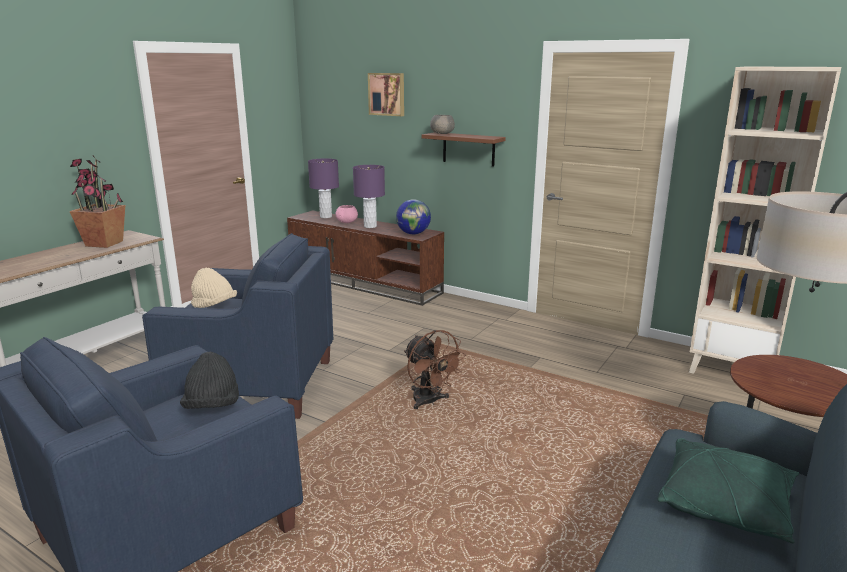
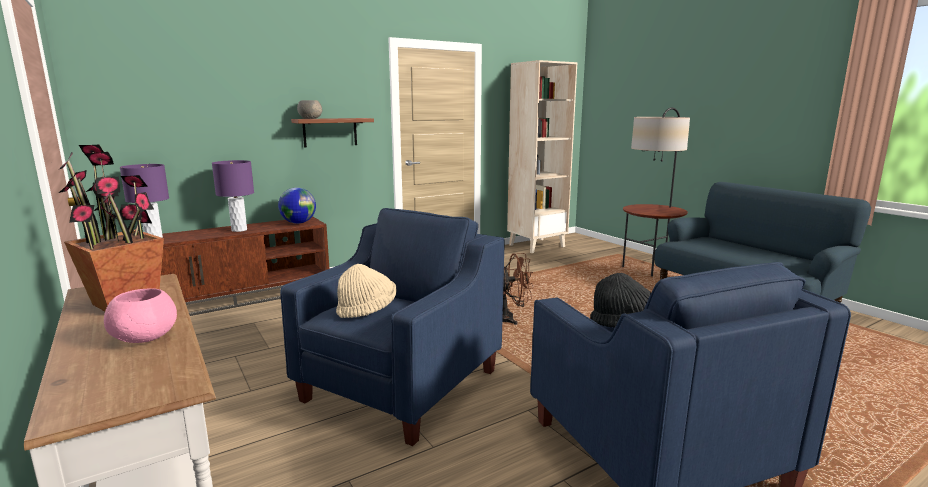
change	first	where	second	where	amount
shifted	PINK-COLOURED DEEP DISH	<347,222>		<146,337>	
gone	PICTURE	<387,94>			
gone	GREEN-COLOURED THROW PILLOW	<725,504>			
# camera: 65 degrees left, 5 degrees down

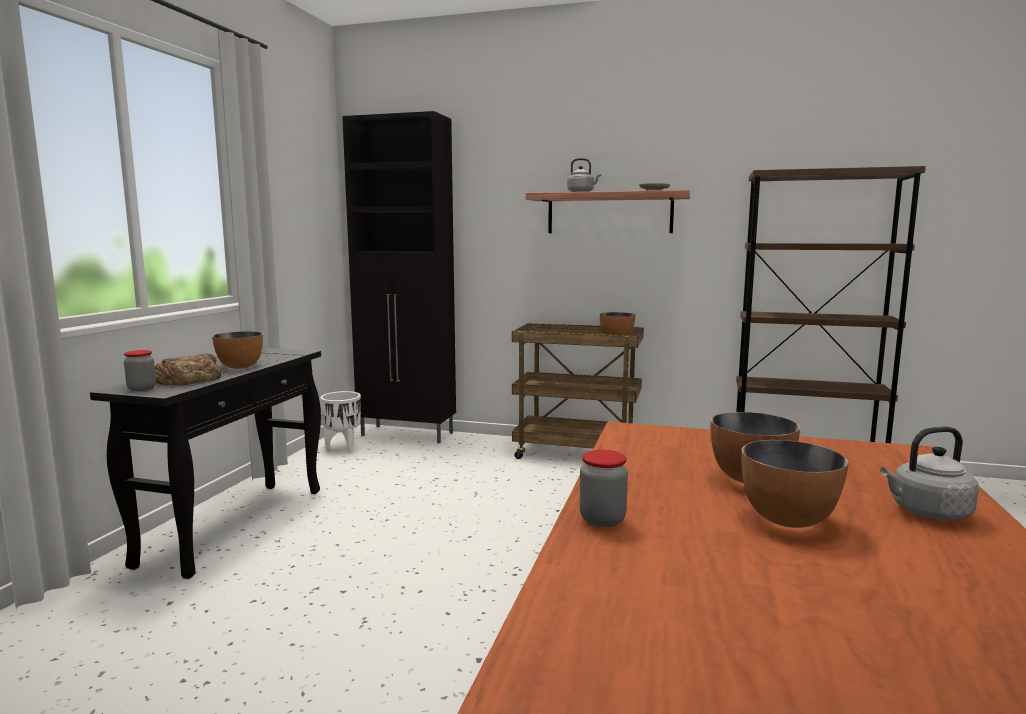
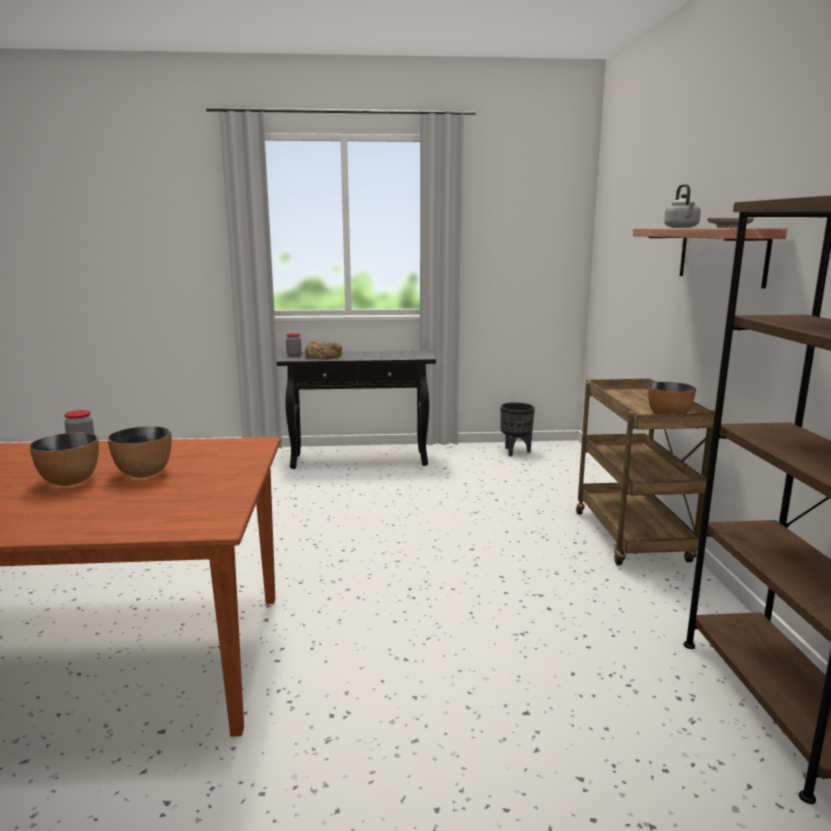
change	first	where	second	where	amount
gone	DEEP DISH	<240,367>			
repainted	WHITE PLANTER	<343,448>	BLACK PLANTER	<515,452>	
gone	BLACK CUPBOARD	<408,434>			
gone	GREYISH WATER KETTLE	<927,513>			
# camera: 70 degrees right, 5 degrees up

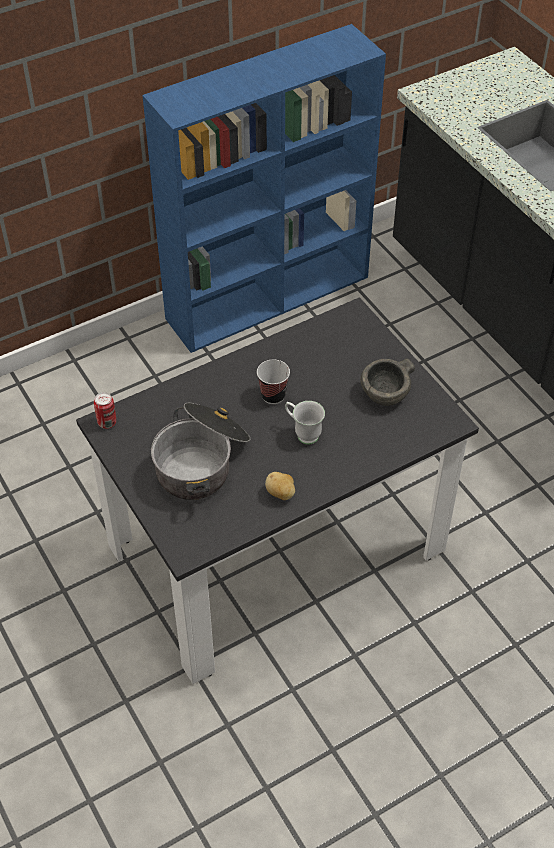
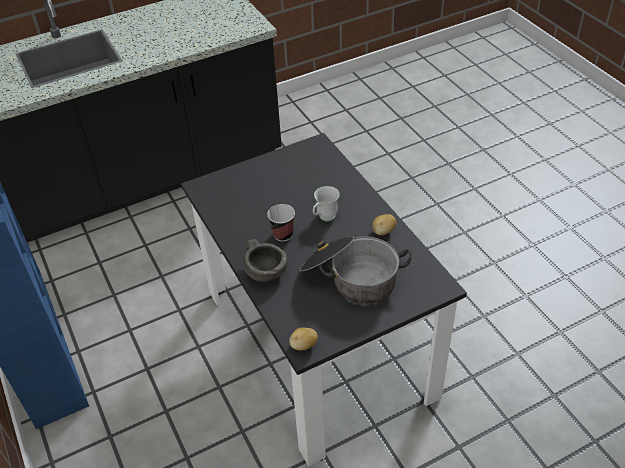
change	first	where	second	where	amount
swapped	CAN	<107,422>	POTATO	<303,346>	
shifted	GREYISH DEEP DISH	<385,394>		<266,272>	
# camera: 85 degrees left, 5 degrees down

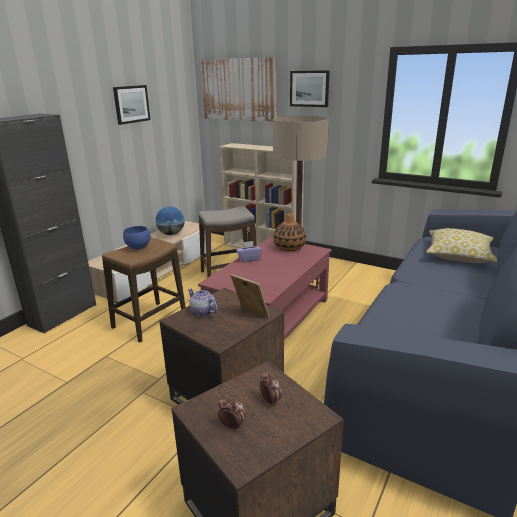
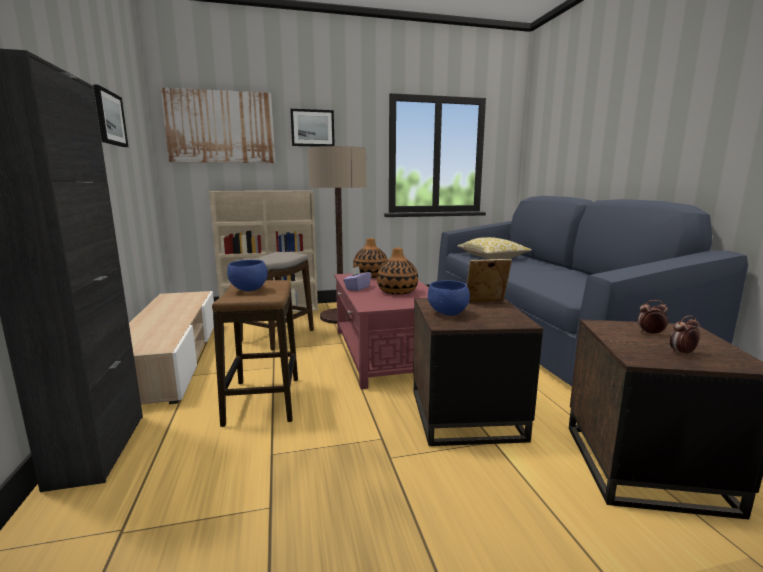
change	first	where	second	where	amount
gone	DESK GLOBE	<171,234>			
swapped	TEA POT	<203,312>	BLUISH DEEP DISH	<448,313>	
new			VASE	<397,292>	
# camera: 45 degrees left, 10 degrees down

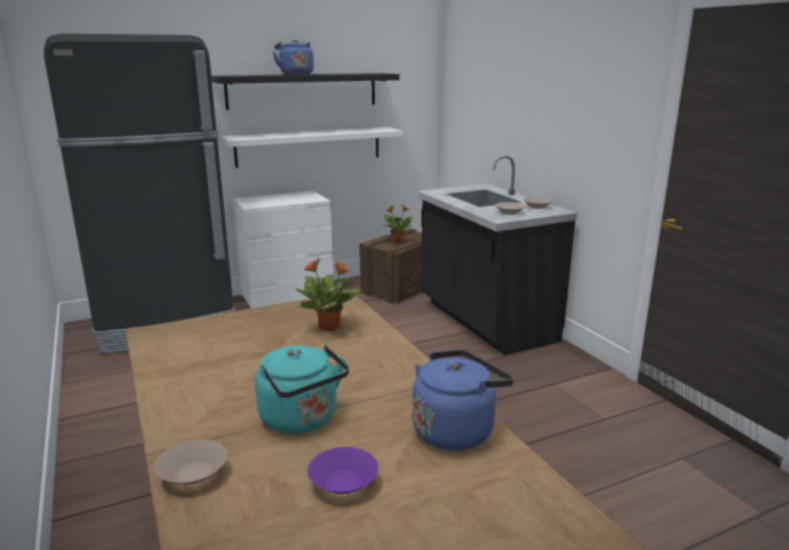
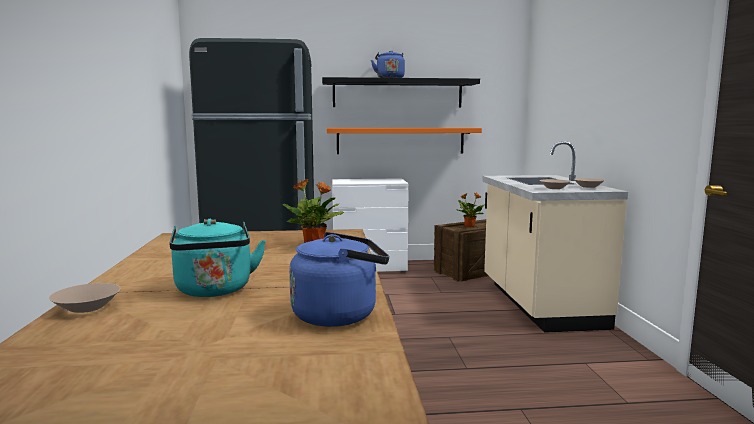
change	first	where	second	where	amount
repainted	WHITE BRACKET SHELF	<309,146>	ORANGE BRACKET SHELF	<400,140>	
gone	PURPLISH DEEP DISH	<343,484>			
repainted	BLACK KITCHEN BASE UNIT	<484,322>	SAND-COLOURED KITCHEN BASE UNIT	<539,304>	
# camera: 20 degrees right, 10 degrees down

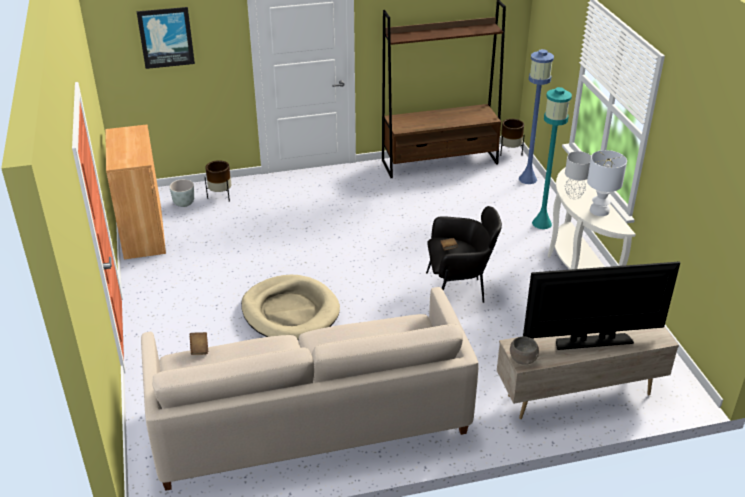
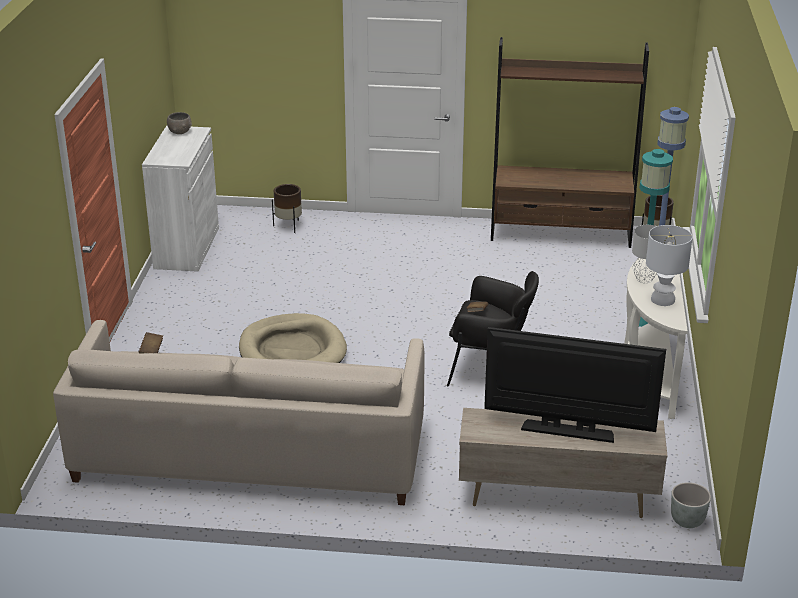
change	first	where	second	where	amount
repainted	BROWNISH CUPBOARD	<143,233>	WHITE CUPBOARD	<186,248>	
gone	PICTURE	<166,37>			
shifted	GREYISH PLANTER	<183,203>		<687,520>	
shifted	GREYISH DEEP DISH	<523,359>		<180,132>	
# camera: 20 degrees right, 5 degrees down

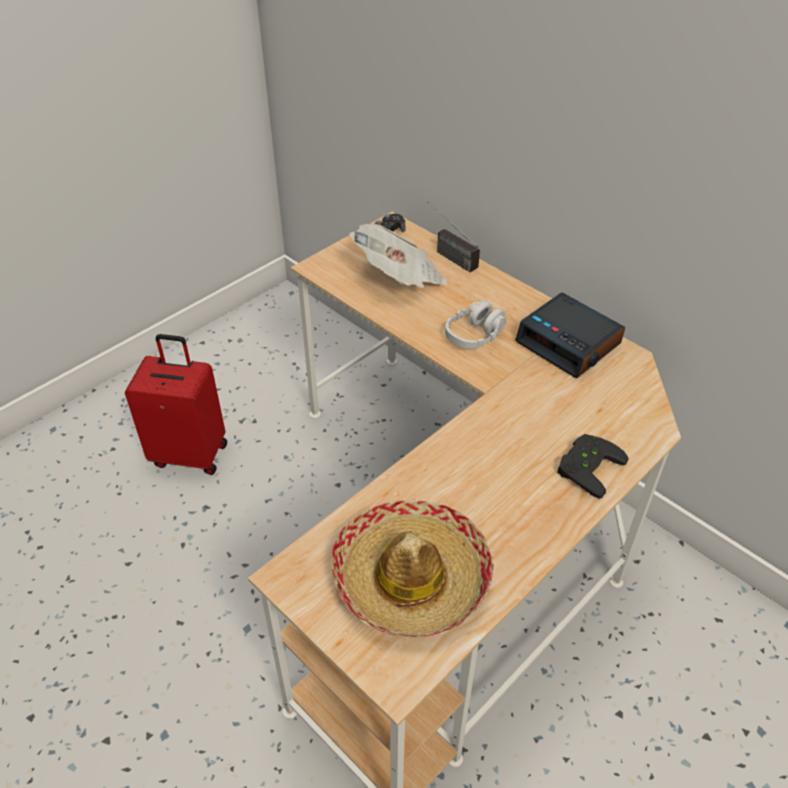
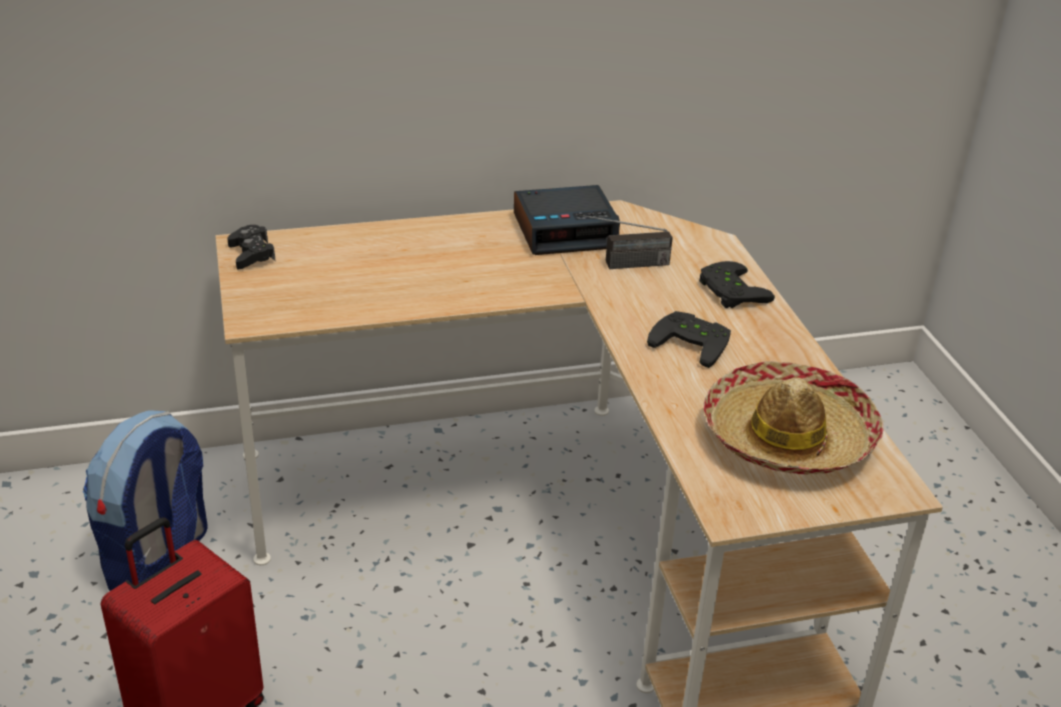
change	first	where	second	where	amount
gone	NEWSPAPER	<400,278>			
shifted	RADIO	<447,255>		<621,265>	
gone	GREYISH PAIR OF HEADPHONES	<474,335>			
new			BACKPACK	<158,558>	
new			BLACK GAME CONTROLLER	<693,342>	
# camera: 60 degrees left, 10 degrees down

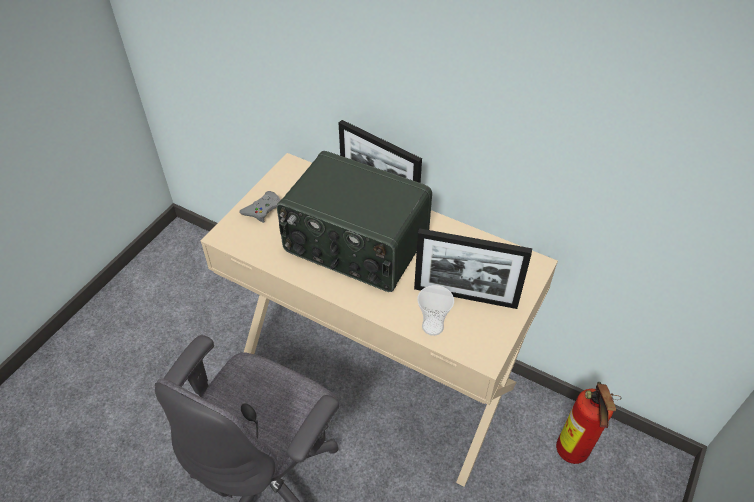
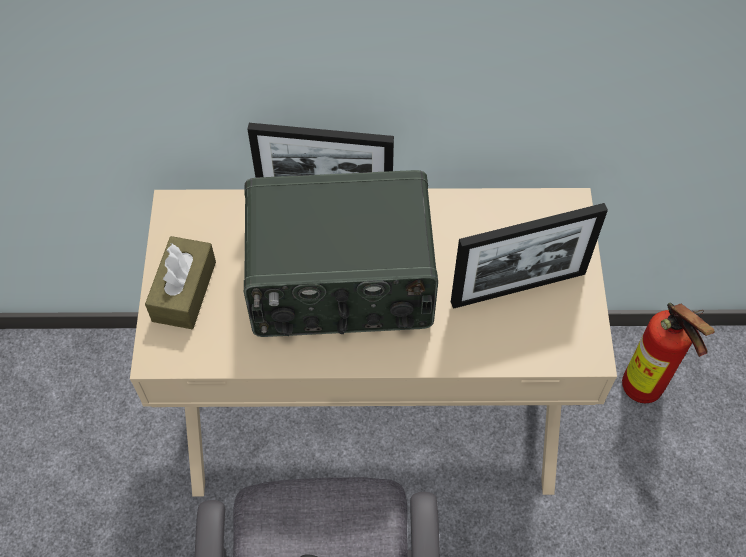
change	first	where	second	where	amount
swapped	GREYISH GAME CONTROLLER	<263,209>	BROWNISH BOX OF TISSUES	<184,291>	
gone	SMALL CUP	<432,326>			
# camera: 30 degrees left, 10 degrees up

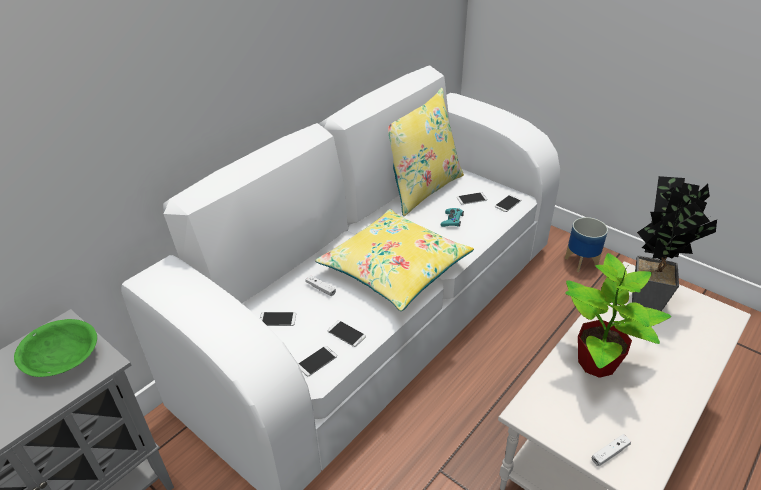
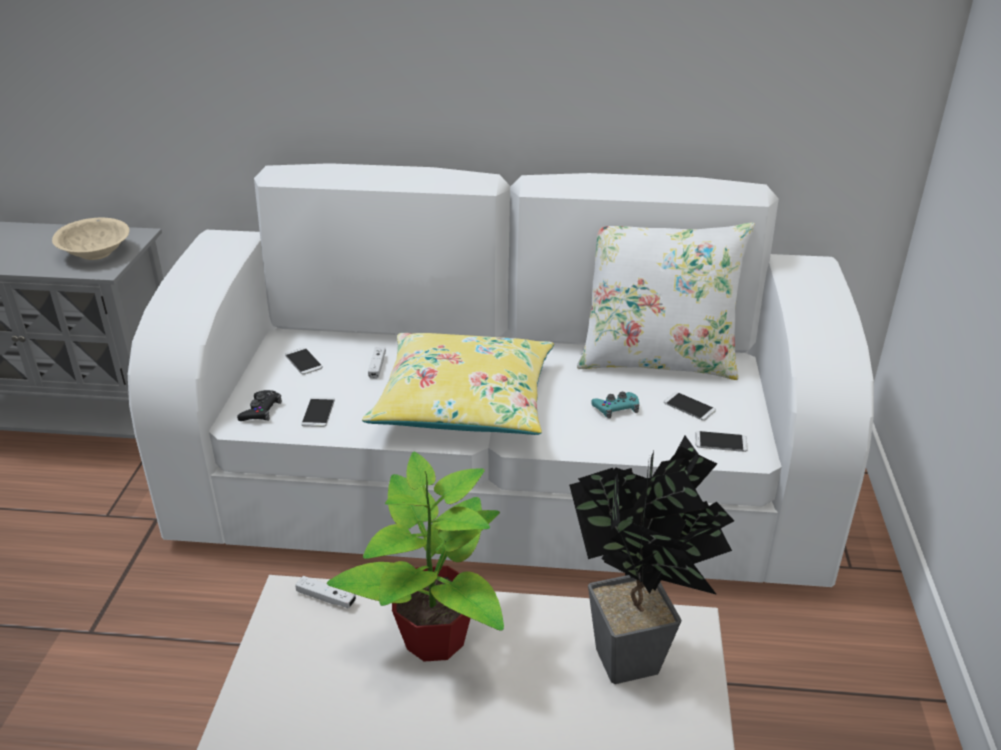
change	first	where	second	where	amount
repainted	GREEN-COLOURED DEEP DISH	<63,360>	SAND-COLOURED DEEP DISH	<96,253>	
swapped	PHONE	<317,361>	BLACK GAME CONTROLLER	<261,411>	
repainted	YELLOWISH THROW PILLOW	<421,189>	WHITE THROW PILLOW	<656,359>	
gone	PLANTER	<580,262>			
shifted	WHITE GAME CONTROLLER	<610,453>		<326,598>	
# camera: 55 degrees right, 5 degrees down

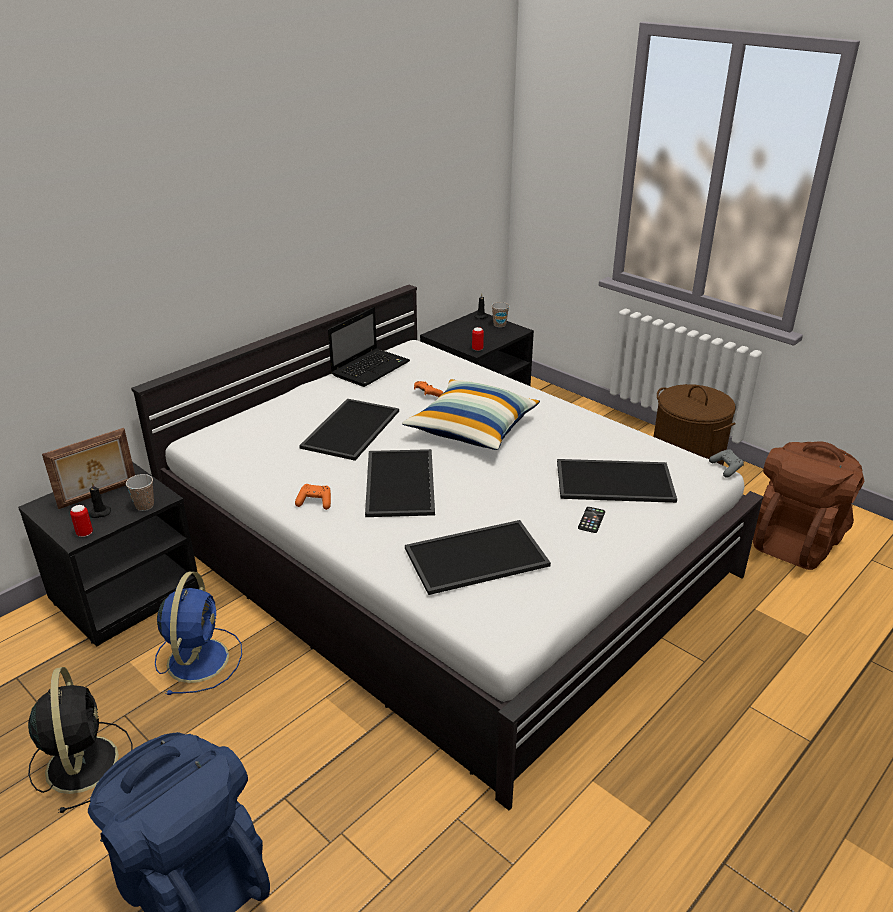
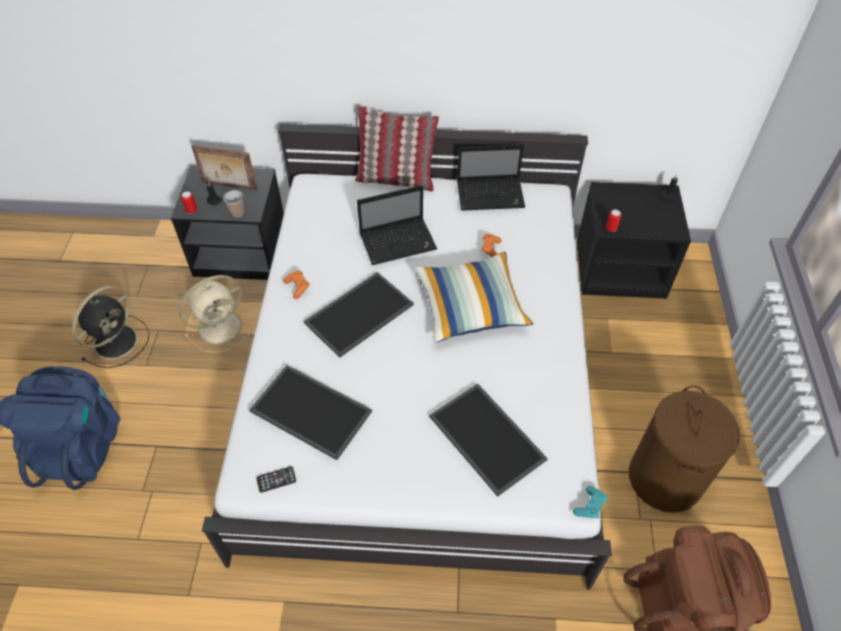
change	first	where	second	where	amount
repainted	BLUISH FAN	<199,658>	SAND-COLOURED FAN	<222,326>	
swapped	SERVING TRAY	<350,428>	NOTEBOOK COMPUTER	<399,242>	
gone	SMALL CUP	<499,325>			
shifted	PHONE	<591,520>		<276,479>	
repainted	GREYISH GAME CONTROLLER	<726,468>	TURQUOISE GAME CONTROLLER	<590,506>	
new			THROW PILLOW	<396,179>	
# camera: 50 degrees right, 20 degrees up

